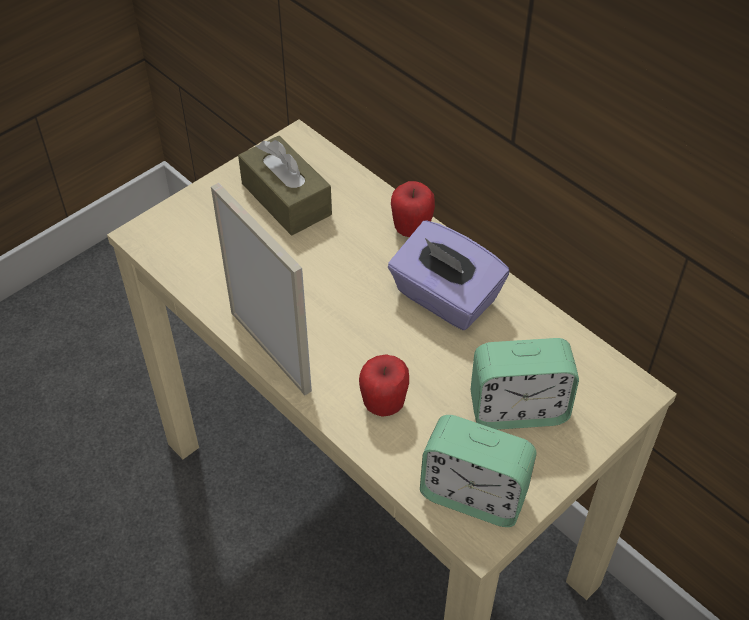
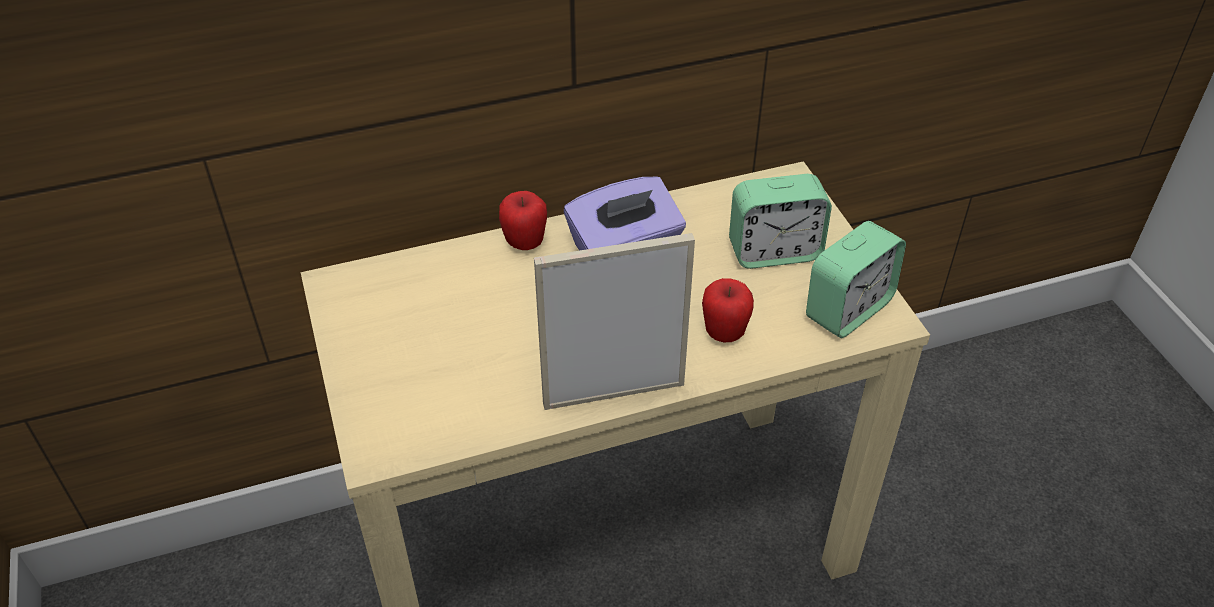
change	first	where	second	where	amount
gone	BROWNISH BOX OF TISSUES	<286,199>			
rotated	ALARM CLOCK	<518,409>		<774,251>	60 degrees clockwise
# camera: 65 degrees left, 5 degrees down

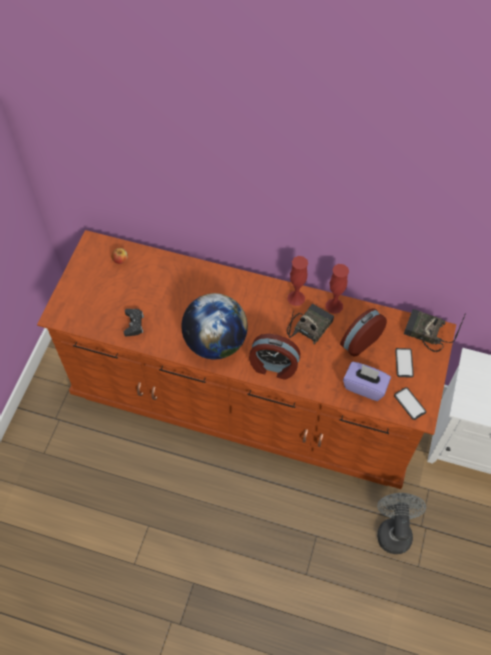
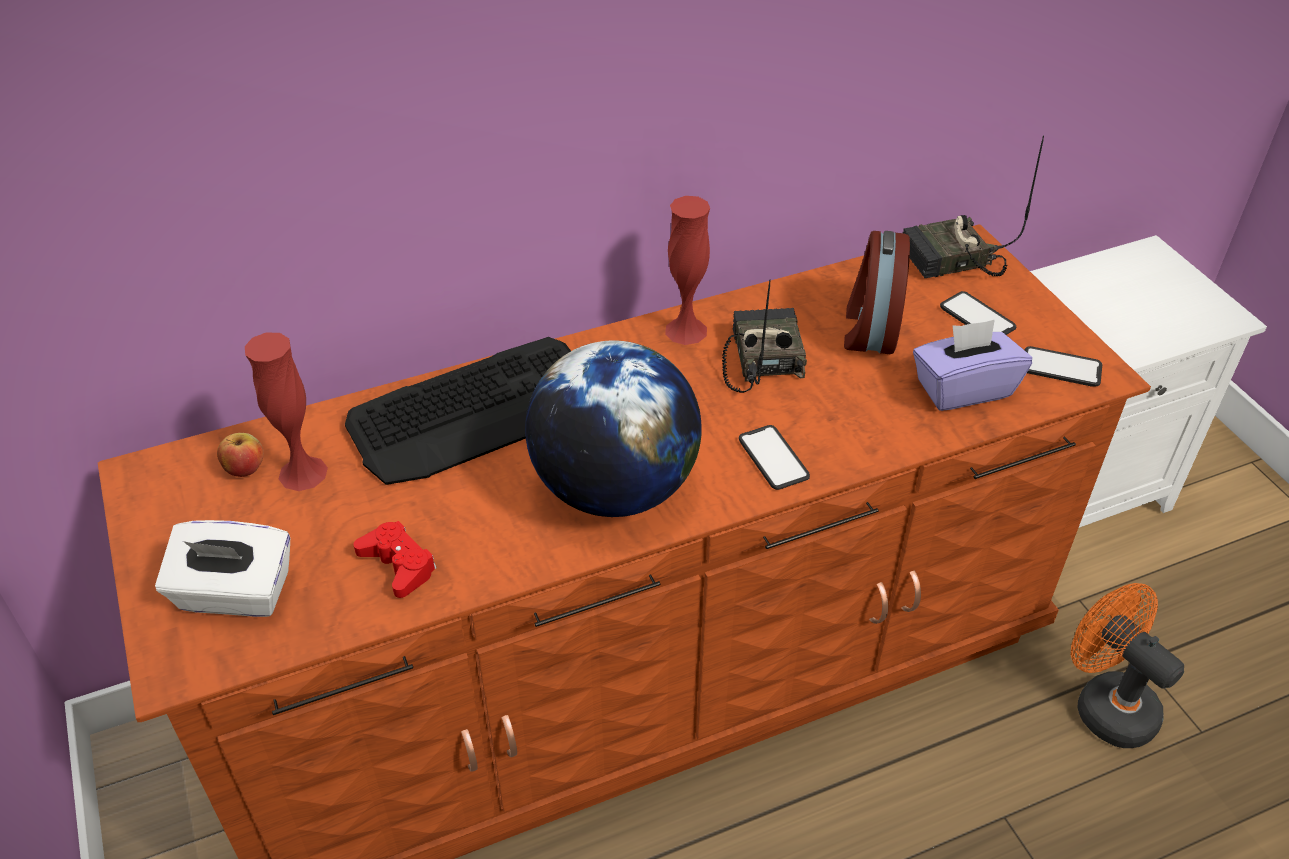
change	first	where	second	where	amount
repainted	BLACK GAME CONTROLLER	<134,324>	RED GAME CONTROLLER	<398,564>	
swapped	ALARM CLOCK	<273,366>	PHONE	<773,458>	
shifted	RED VASE	<334,306>		<303,473>	
repainted	GREYISH FAN	<393,530>	ORANGE FAN	<1105,704>	
new			WHITE BOX OF TISSUES	<234,594>	
new			COMPUTER KEYBOARD	<476,412>	
# camera: 40 degrees left, 15 degrees down

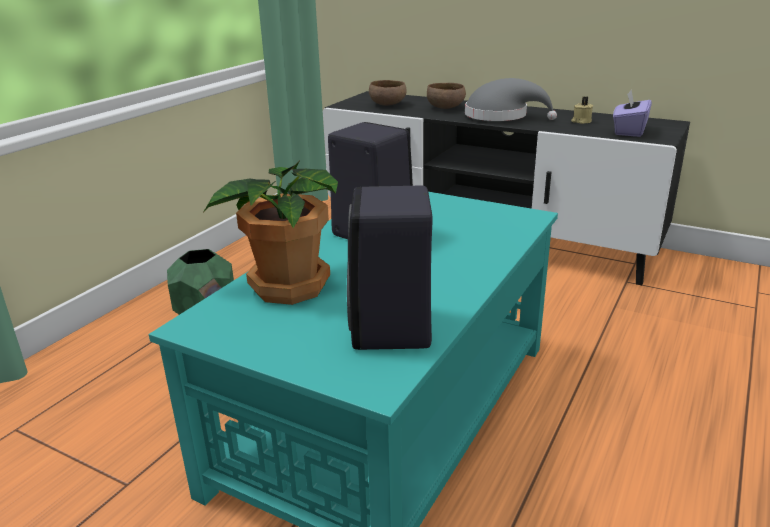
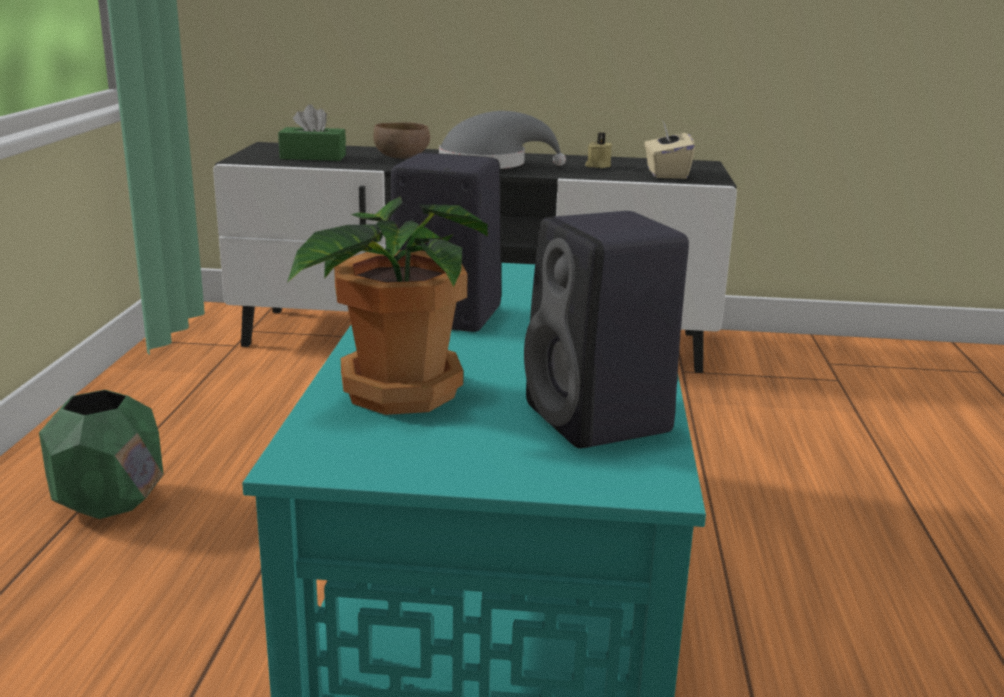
change	first	where	second	where	amount
swapped	BROWNISH DEEP DISH	<388,104>	GREEN-COLOURED BOX OF TISSUES	<313,157>	
repainted	PURPLISH BOX OF TISSUES	<629,131>	SAND-COLOURED BOX OF TISSUES	<666,173>	
# camera: 25 degrees left, 5 degrees down

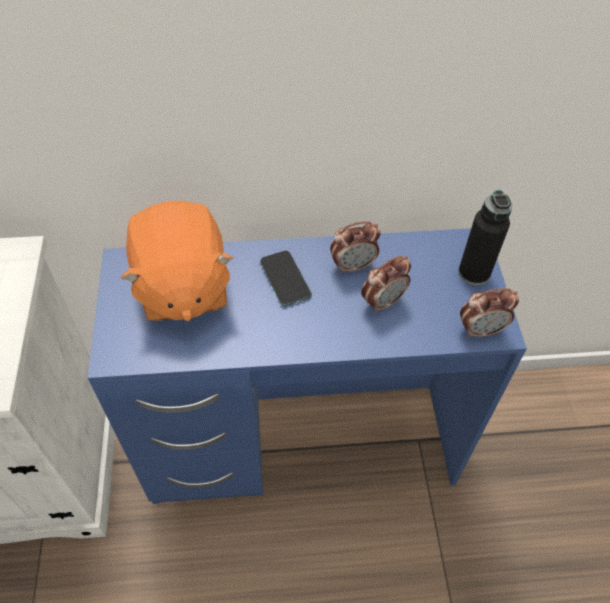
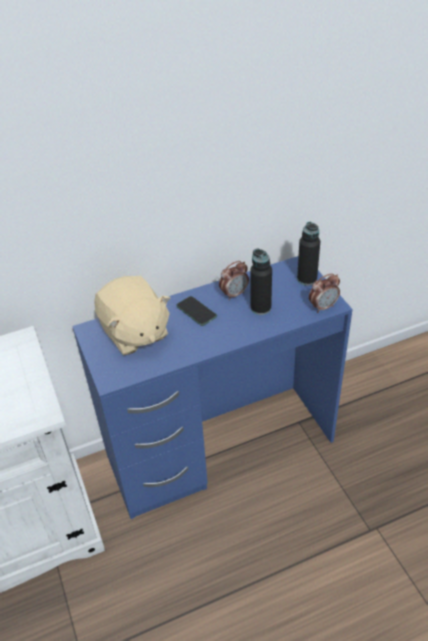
change	first	where	second	where	amount
repainted	ORANGE CUDDLY TOY	<182,287>	SAND-COLOURED CUDDLY TOY	<134,333>	
swapped	ALARM CLOCK	<383,302>	BLACK BEVERAGE BOTTLE	<260,308>	
# camera: 15 degrees left, 10 degrees down

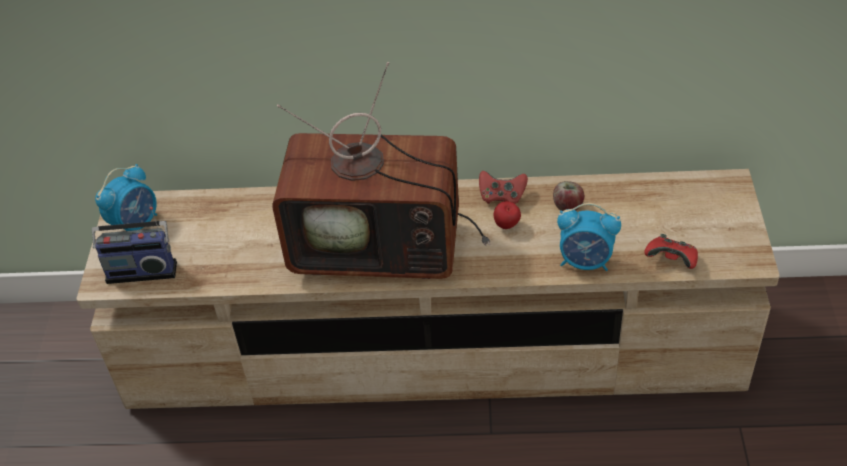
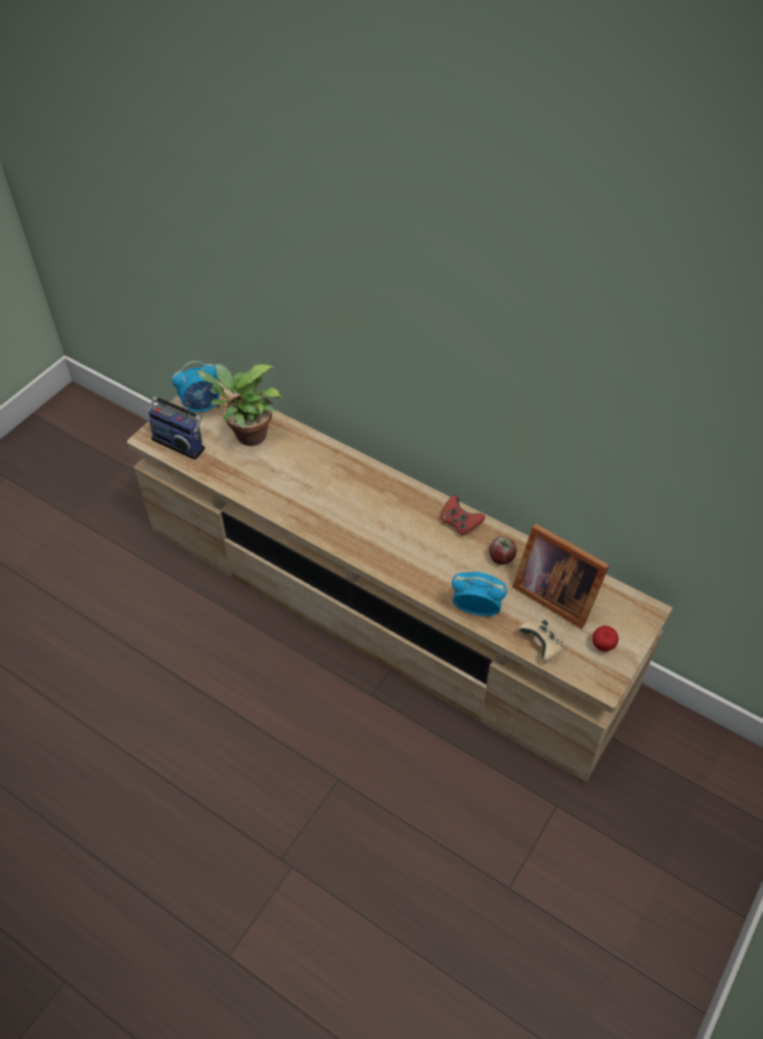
change	first	where	second	where	amount
gone	TV SET	<382,245>			
shifted	APPLE	<507,226>		<602,646>	
rotated	ALARM CLOCK	<585,261>		<476,608>	150 degrees clockwise
repainted	RED GAME CONTROLLER	<672,260>	SAND-COLOURED GAME CONTROLLER	<541,645>	
new			PLANT IN A POT	<247,436>	
new			PICTURE FRAME	<553,593>	
# camera: 30 degrees right, 5 degrees up

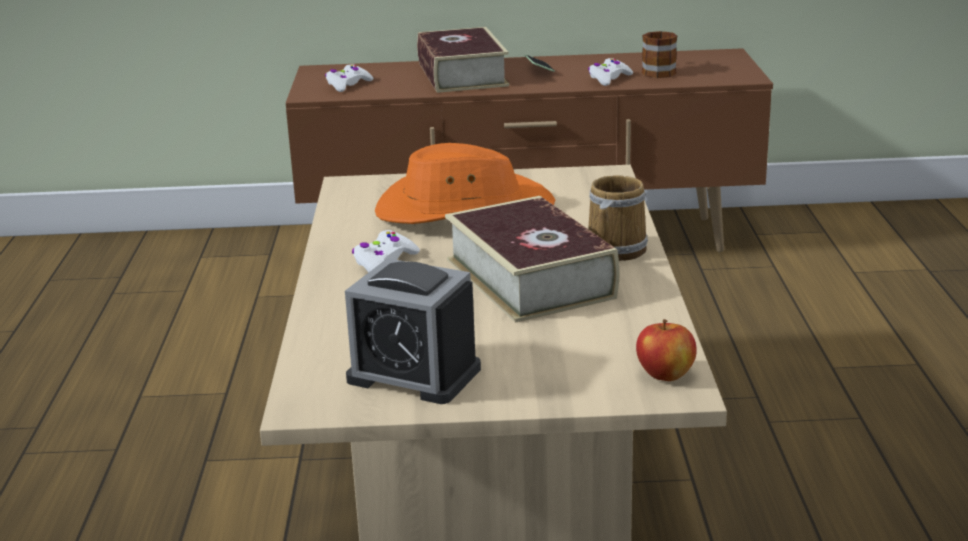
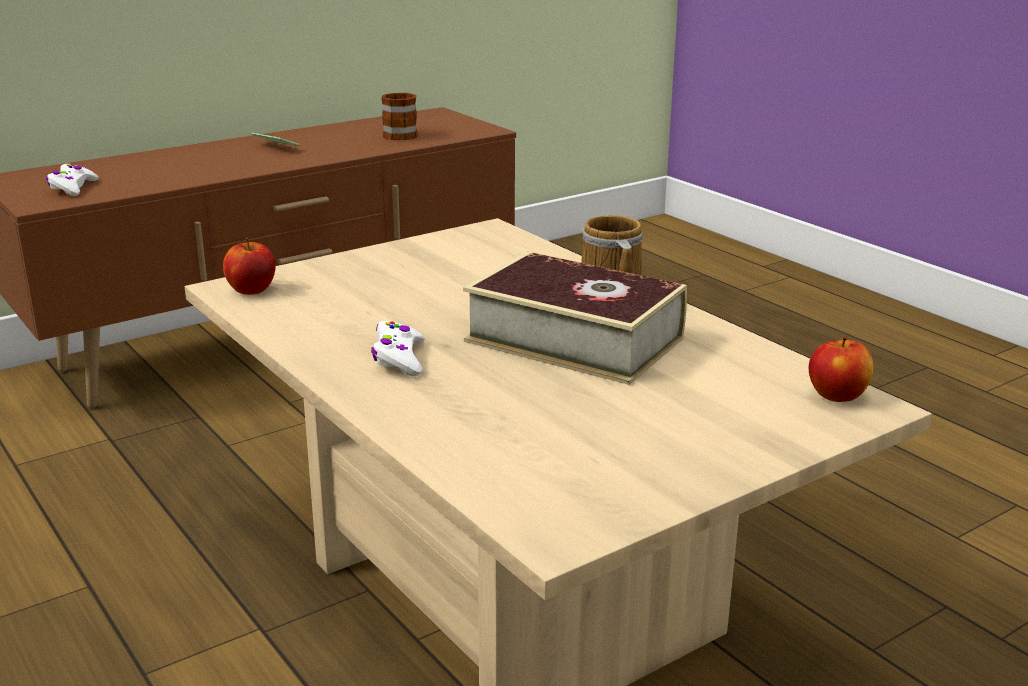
change	first	where	second	where	amount
gone	ALARM CLOCK	<414,375>			
gone	ORANGE HAT	<463,209>			
gone	BOUND BOOK	<462,75>			
gone	WHITE GAME CONTROLLER	<609,78>			
new			APPLE	<251,291>	
# camera: 35 degrees left, 0 degrees up

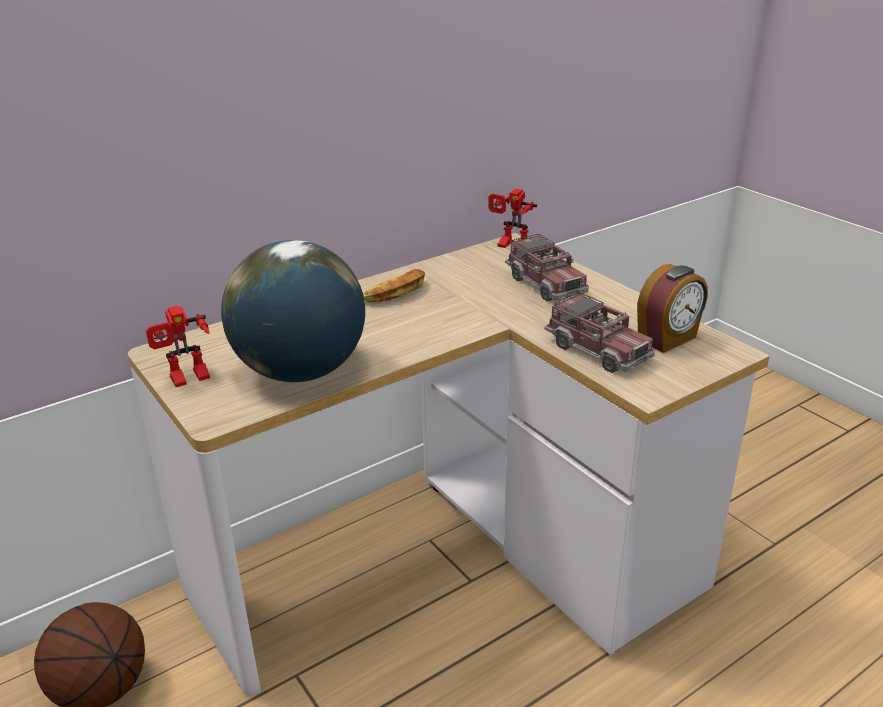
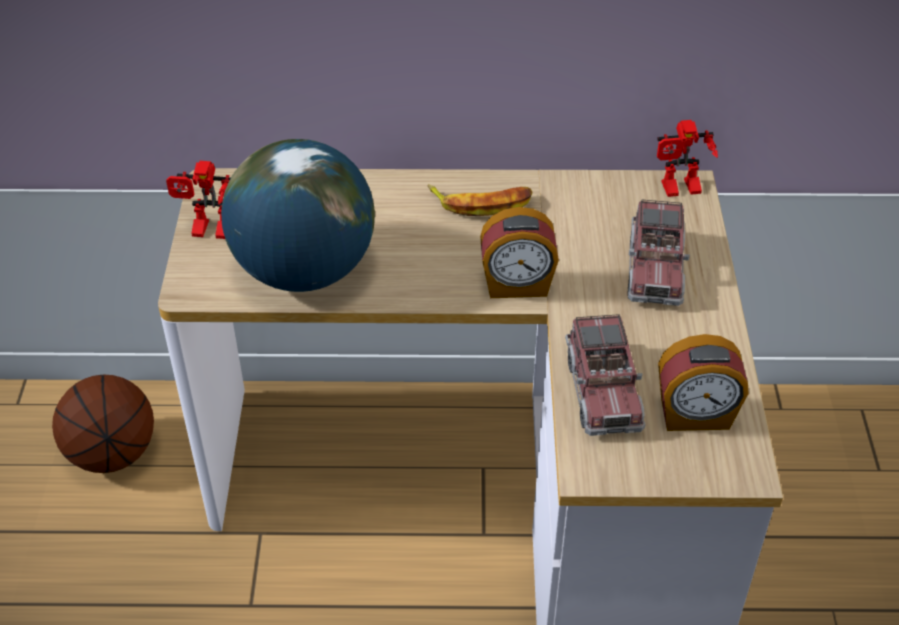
change	first	where	second	where	amount
rotated	MODEL ROBOT	<509,246>		<679,191>	75 degrees counterclockwise
new			ALARM CLOCK	<517,285>	
# camera: 35 degrees right, 15 degrees up

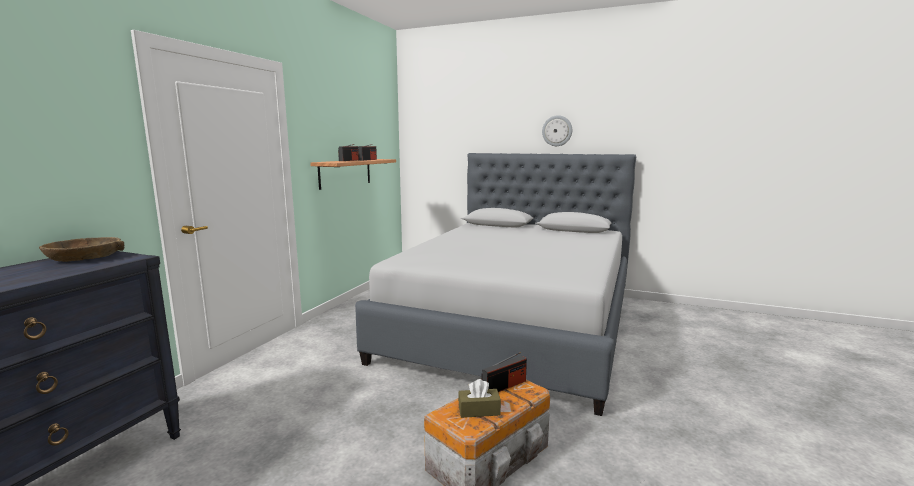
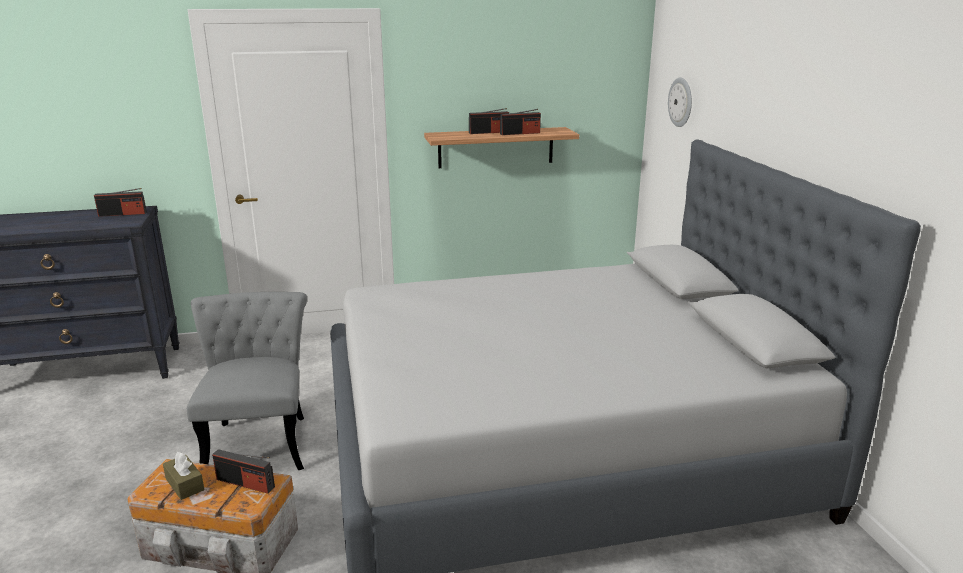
change	first	where	second	where	amount
swapped	BROWNISH DEEP DISH	<85,257>	RADIO	<122,214>	
shifted	CLOCK ON THE WALL	<557,131>		<681,102>	
new			GREYISH CHAIR	<260,440>	
# camera: 55 degrees right, 10 degrees up

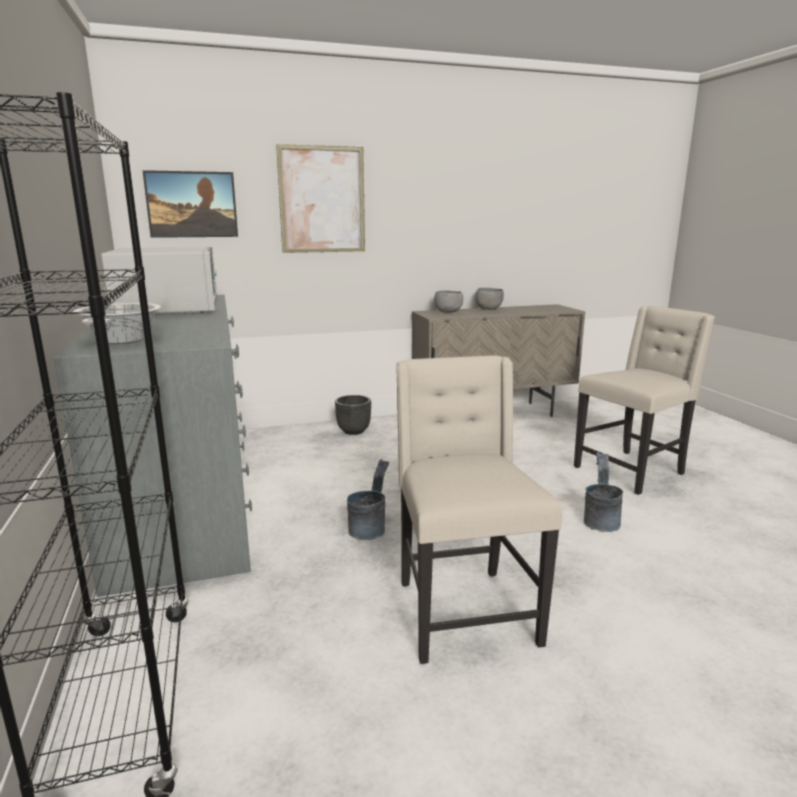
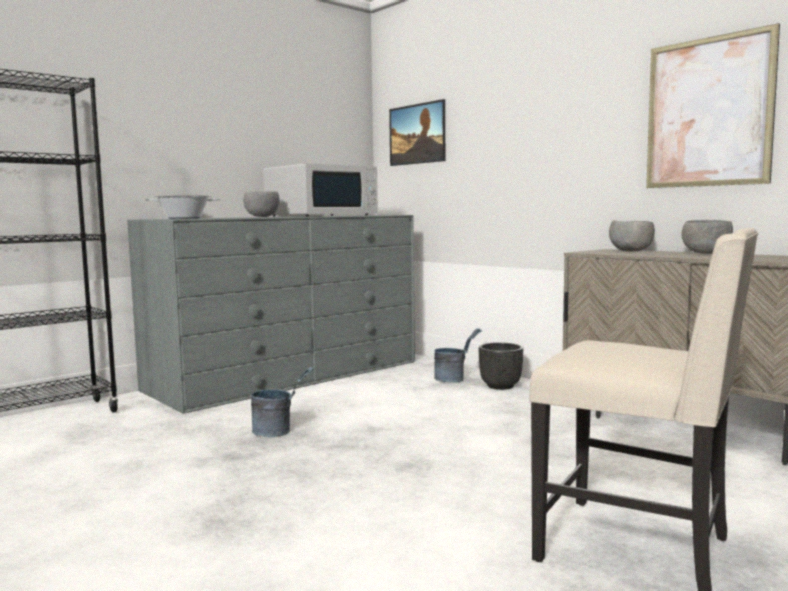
change	first	where	second	where	amount
shifted	PICTURE	<322,200>		<708,112>	
gone	SAND-COLOURED CHAIR	<463,611>			
shifted	GREYISH WATER BUCKET	<600,520>		<454,379>	
new			GREYISH DEEP DISH	<263,217>	
# camera: 65 degrees right, 10 degrees down

